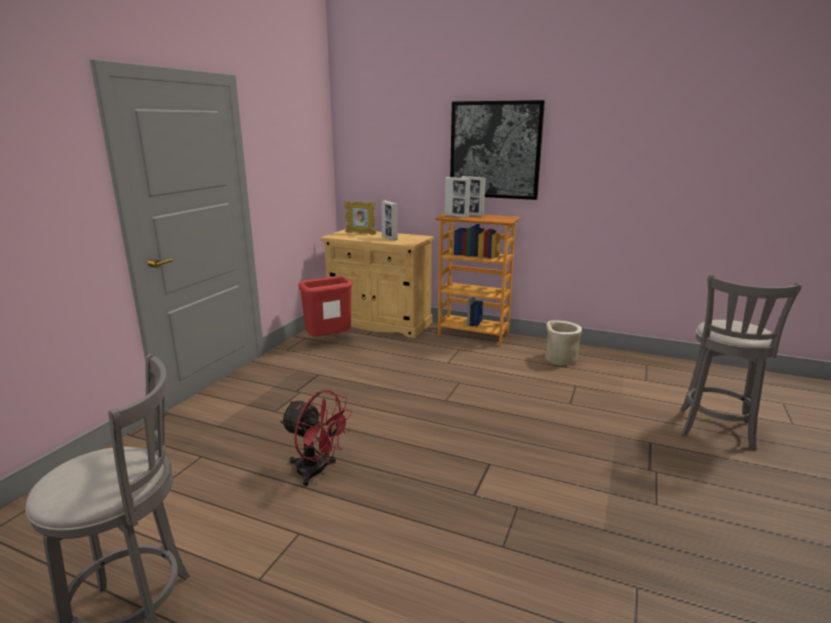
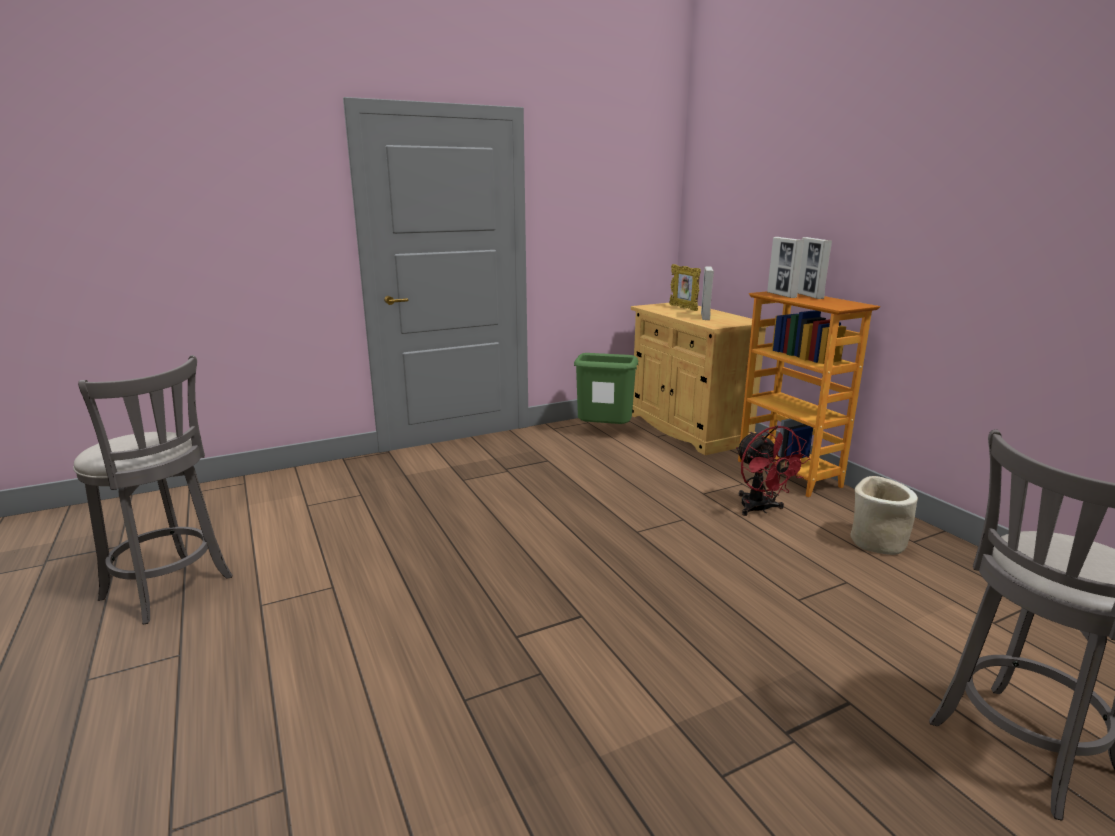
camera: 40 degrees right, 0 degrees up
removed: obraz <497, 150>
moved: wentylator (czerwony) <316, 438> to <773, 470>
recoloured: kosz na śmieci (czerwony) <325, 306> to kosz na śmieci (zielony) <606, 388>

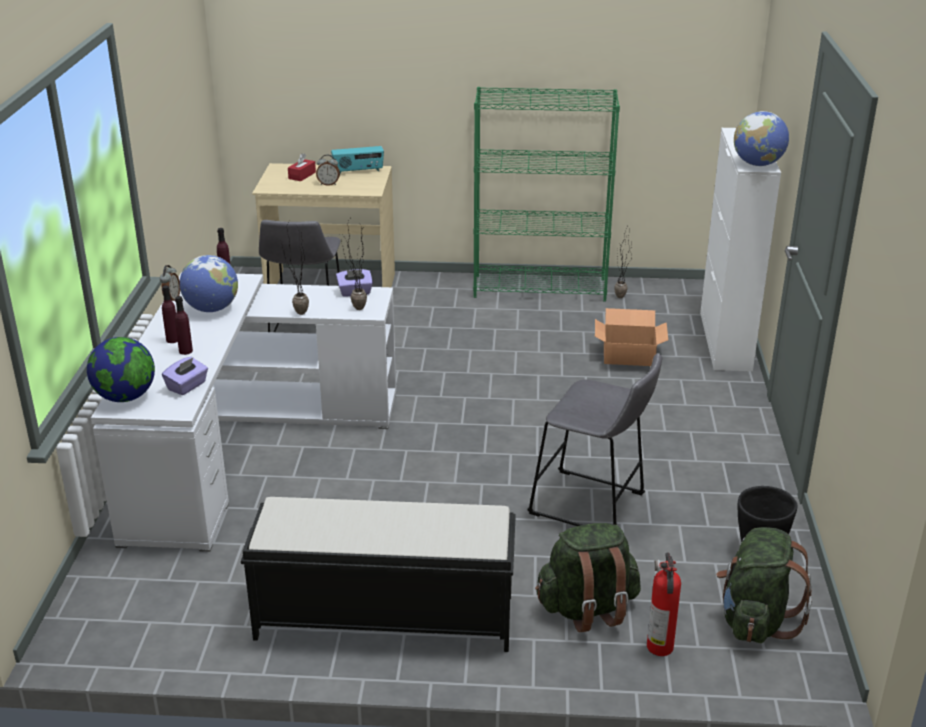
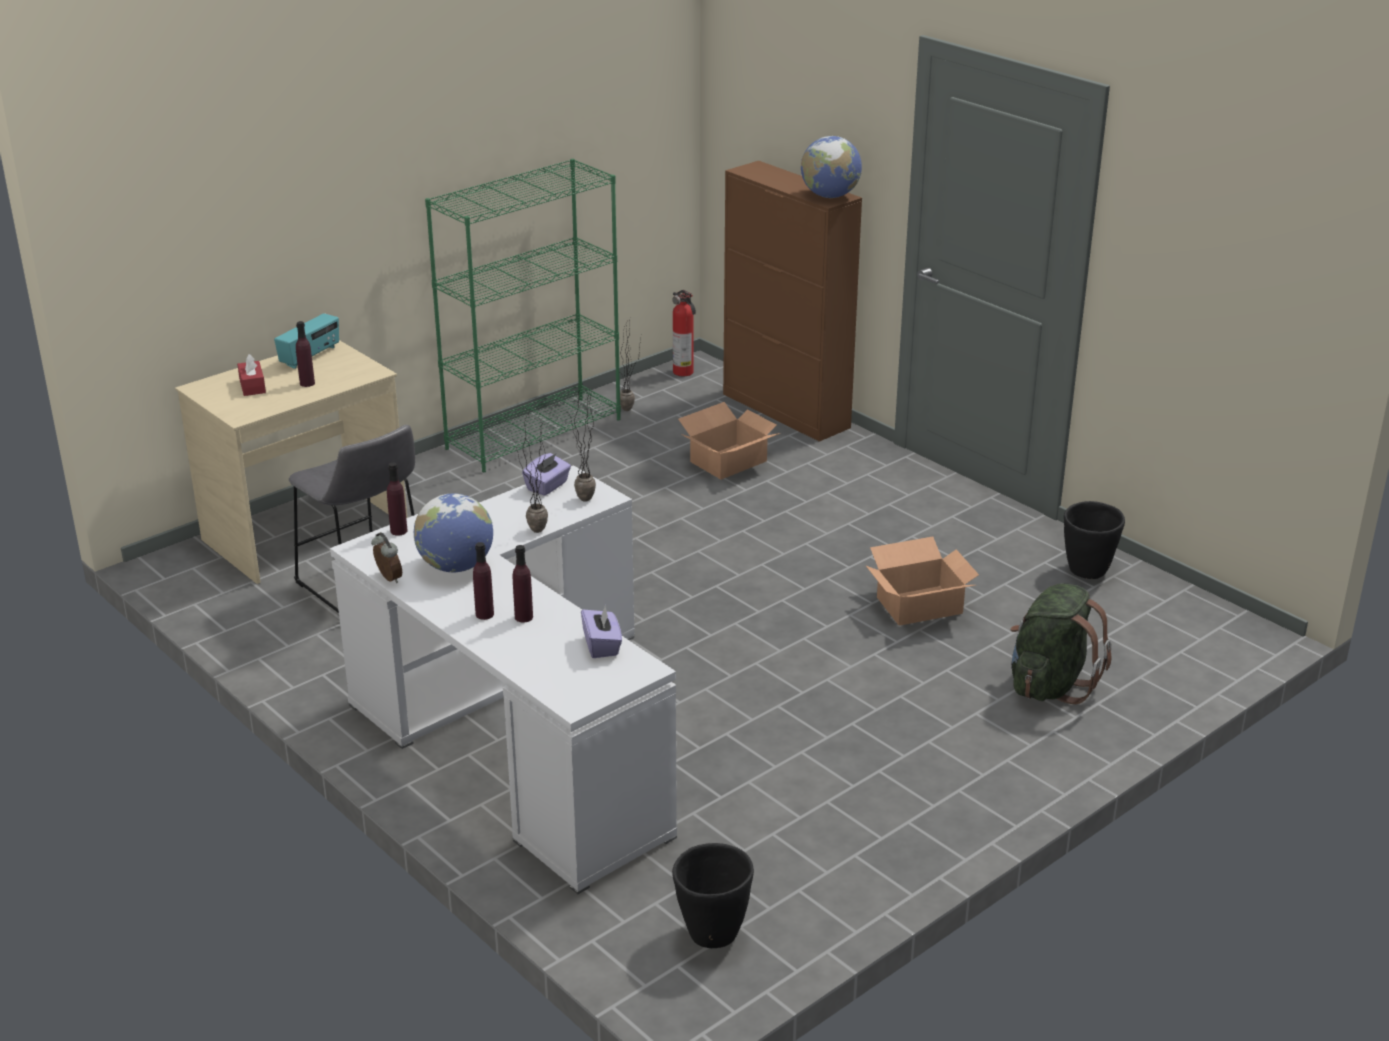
camera: 45 degrees left, 0 degrees up
removed: globus <121, 369>; ławka (czarny) <378, 574>; plecak (zielony) <764, 585>
added: donica (czarny) <713, 895>
moved: gaśnica <664, 604> to <684, 333>
replaced: budzik <328, 170> to butelka (fioletowy) <305, 354>; stołek (szary) <594, 439> to karton <922, 581>
recoloured: szafka (biały) <740, 249> to szafka (brązowy) <792, 301>

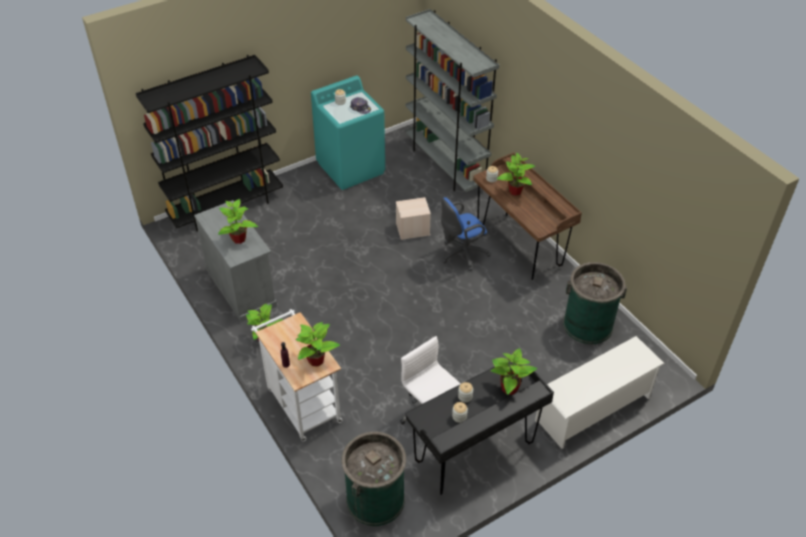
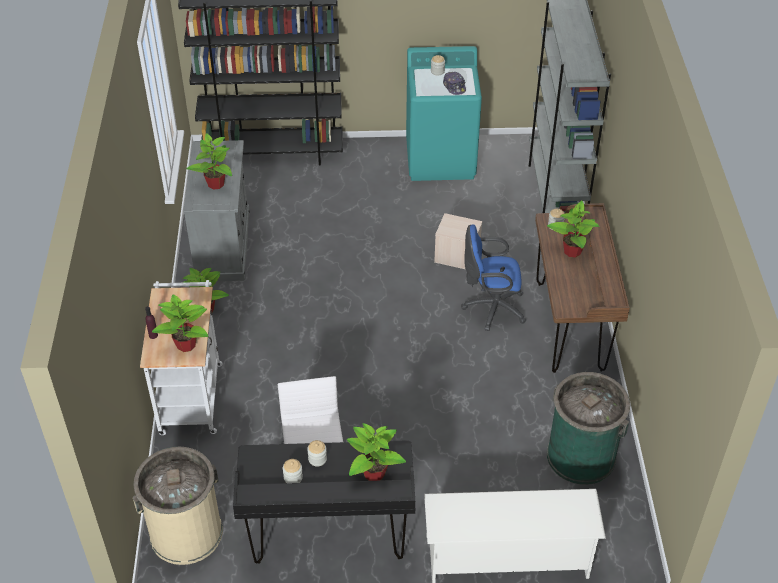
camera: 30 degrees right, 0 degrees up
recoloured: kosz na śmieci (zielony) <373, 479> to kosz na śmieci (beżowy) <178, 505>

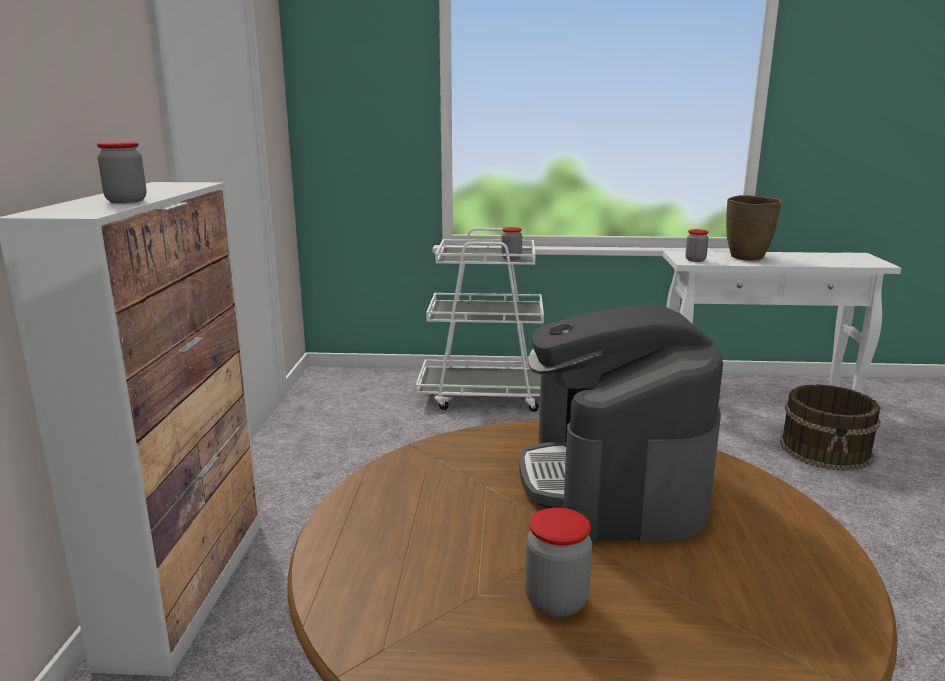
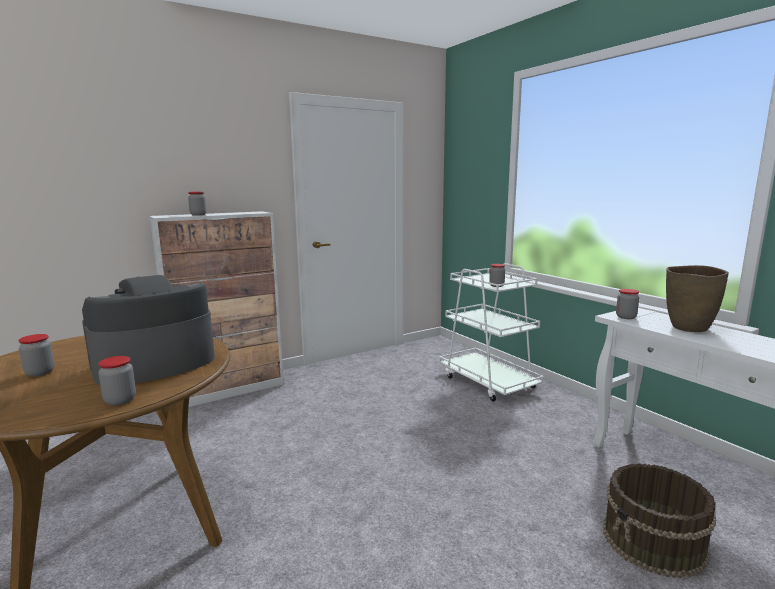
camera: 55 degrees right, 5 degrees down
added: słoik <117, 380>

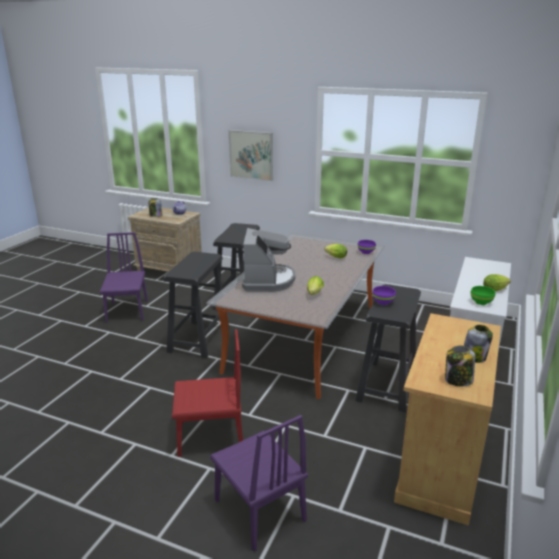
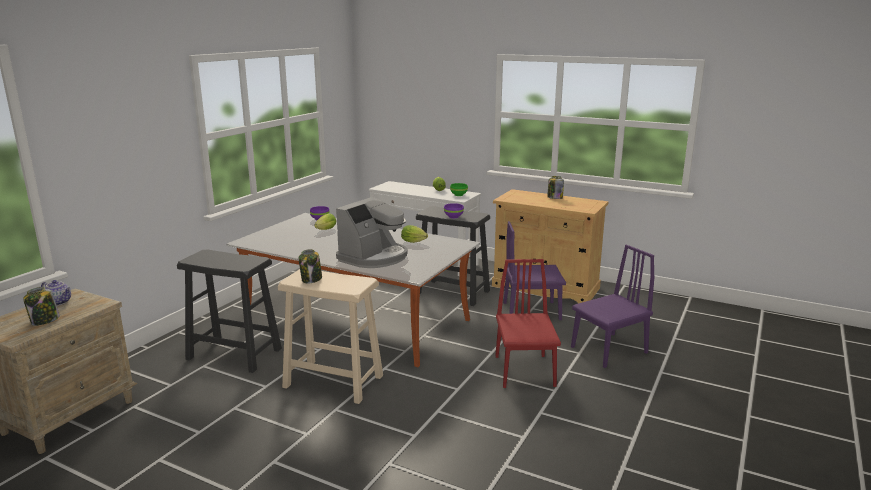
camera: 85 degrees left, 5 degrees down
removed: obraz <251, 155>
moved: krzesło (fioletowy) <124, 277> to <534, 270>; słoik <460, 366> to <310, 266>
recoloured: stołek (czarny) <196, 305> to stołek (beżowy) <330, 336>
turned: ekspres do kawy <268, 260> = <372, 232> 120 degrees clockwise

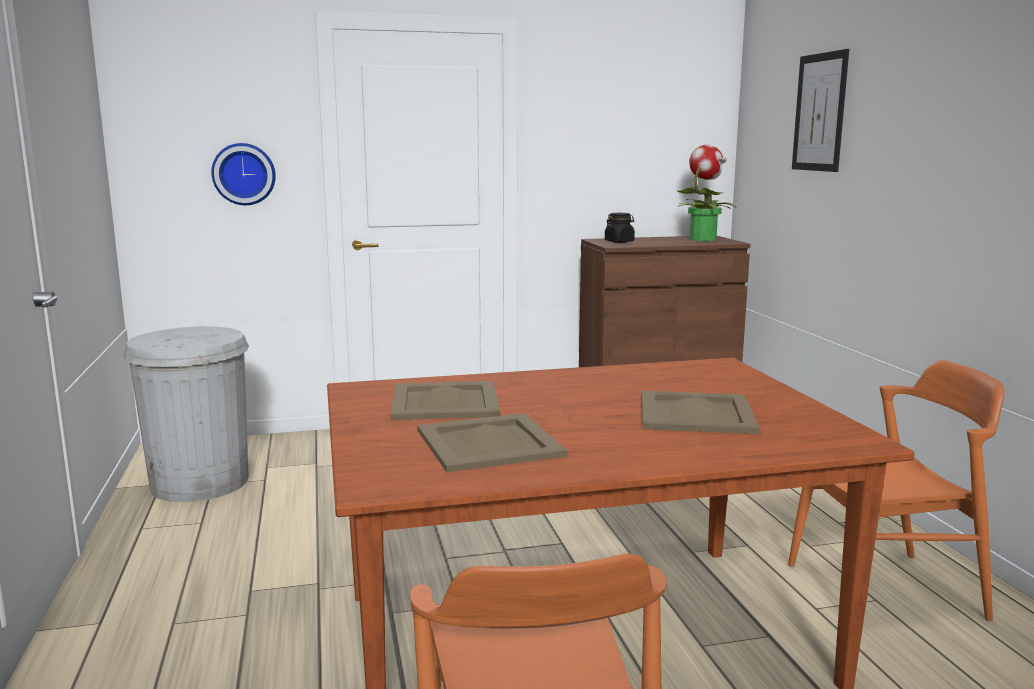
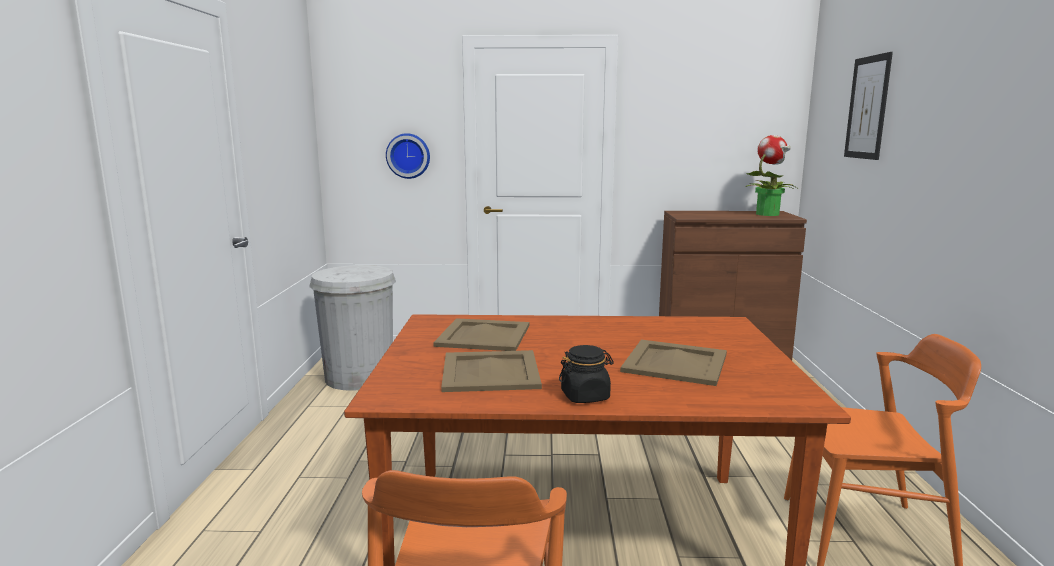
camera: 15 degrees right, 0 degrees up
moved: słoik (czarny) <620, 228> to <586, 374>

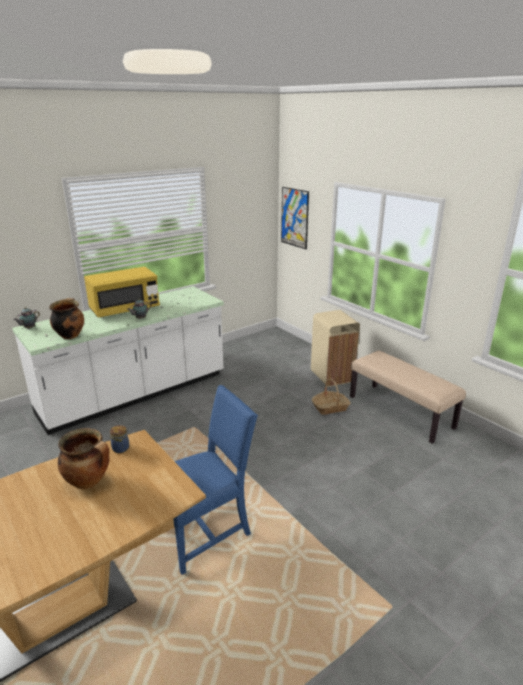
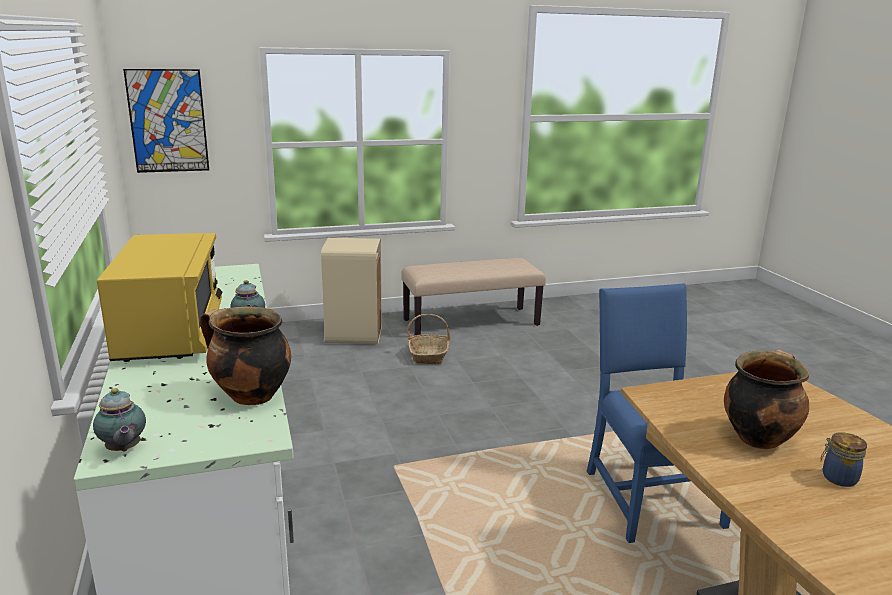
camera: 70 degrees left, 5 degrees down
moved: słoik <119, 439> to <844, 459>

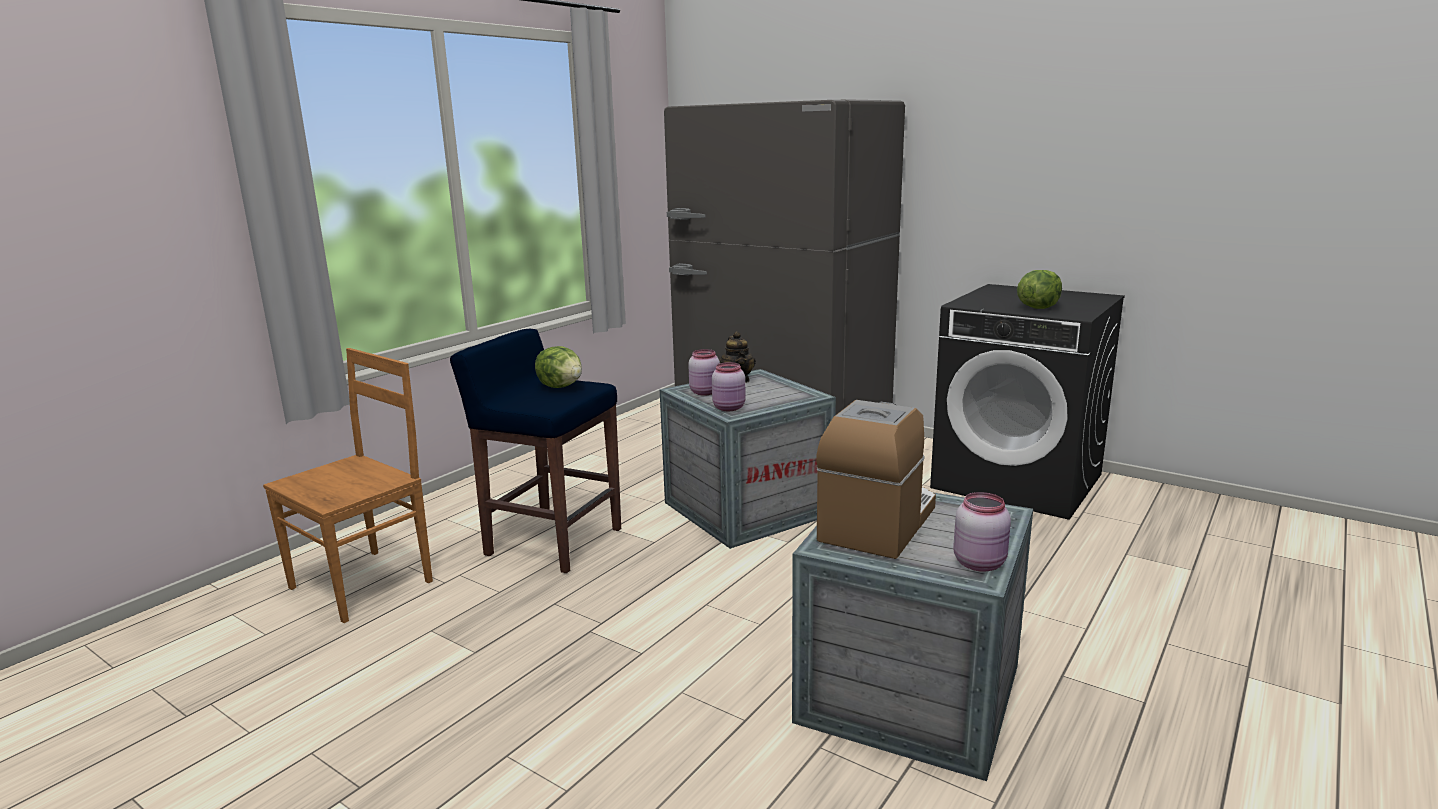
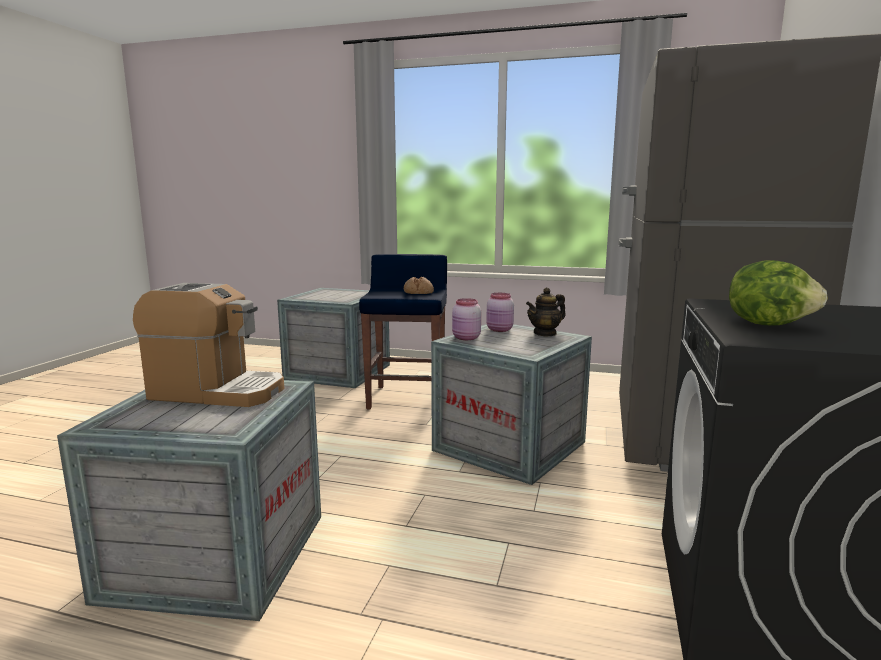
camera: 70 degrees right, 5 degrees down
removed: słoik (różowy) <982, 532>
replaced: krzesło (brązowy) <348, 485> to skrzynka <333, 338>; sałata <558, 367> to chleb <418, 285>

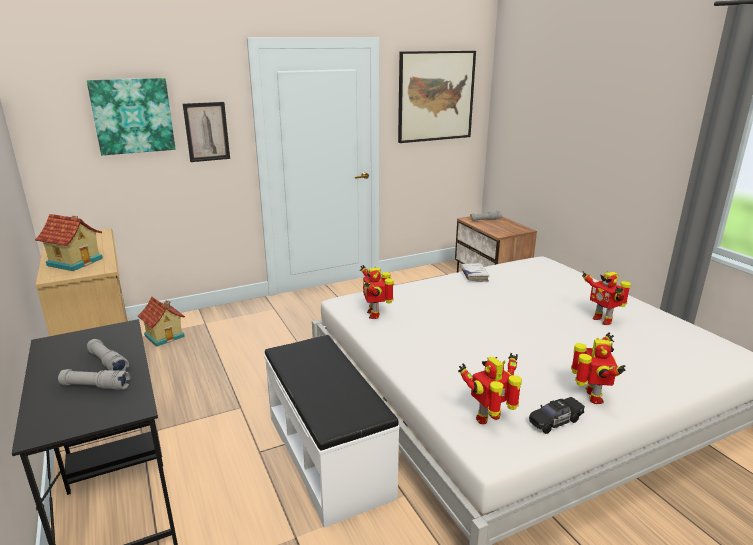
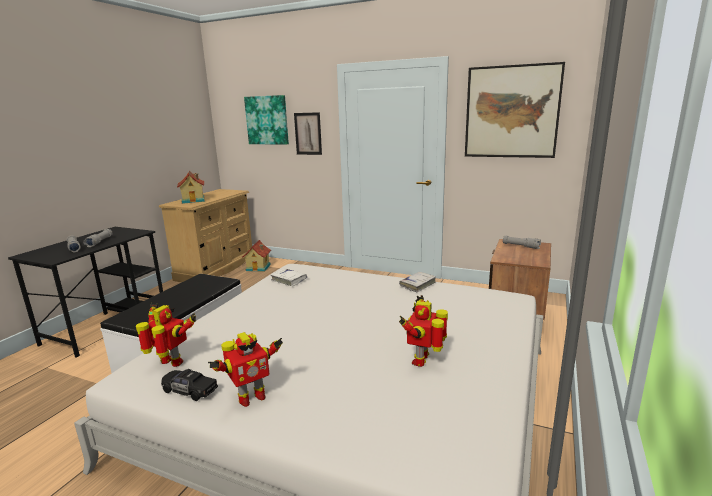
camera: 50 degrees right, 5 degrees down
replaced: robot zabawkowy <377, 292> to książka (biały) <288, 277>

